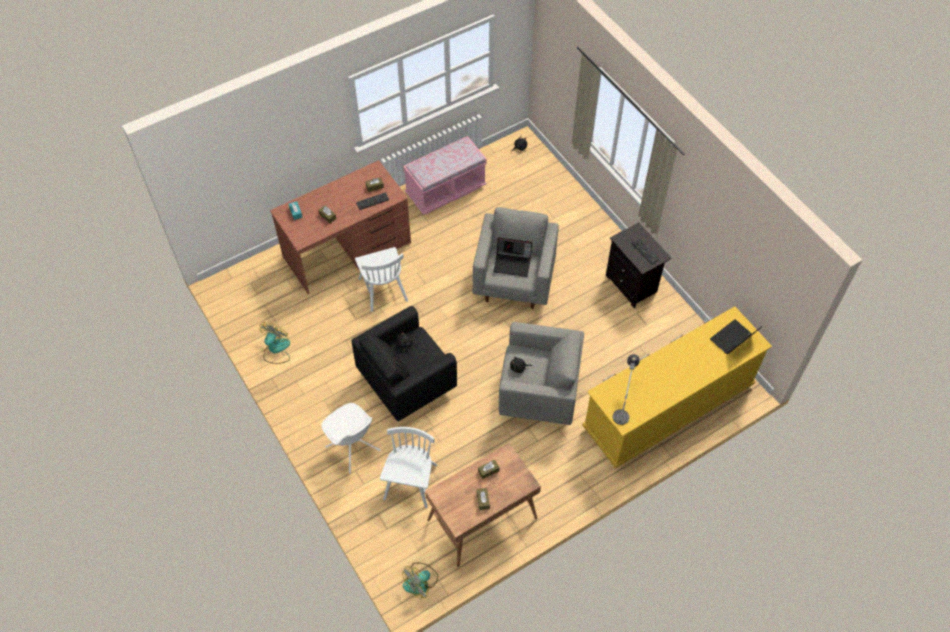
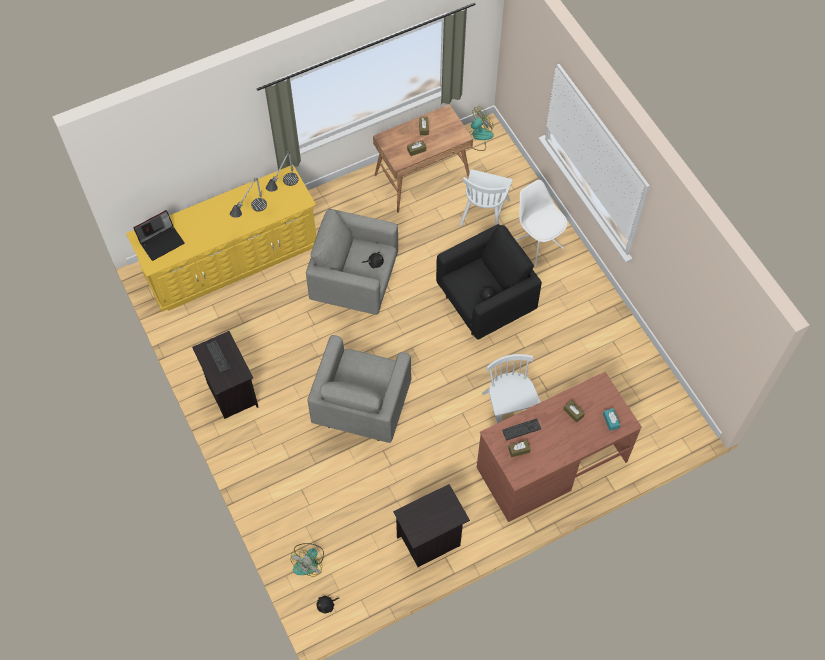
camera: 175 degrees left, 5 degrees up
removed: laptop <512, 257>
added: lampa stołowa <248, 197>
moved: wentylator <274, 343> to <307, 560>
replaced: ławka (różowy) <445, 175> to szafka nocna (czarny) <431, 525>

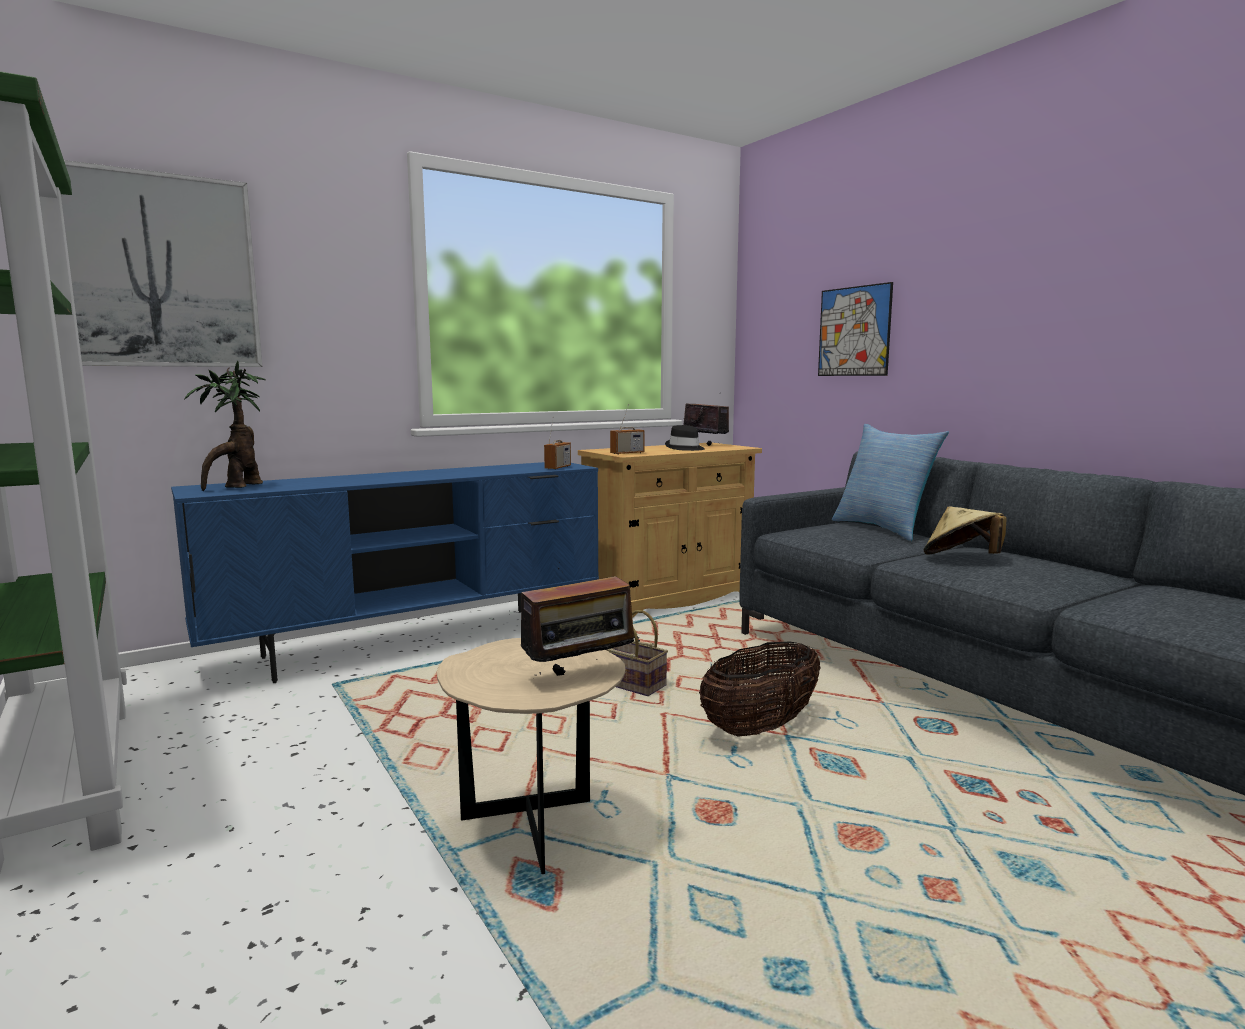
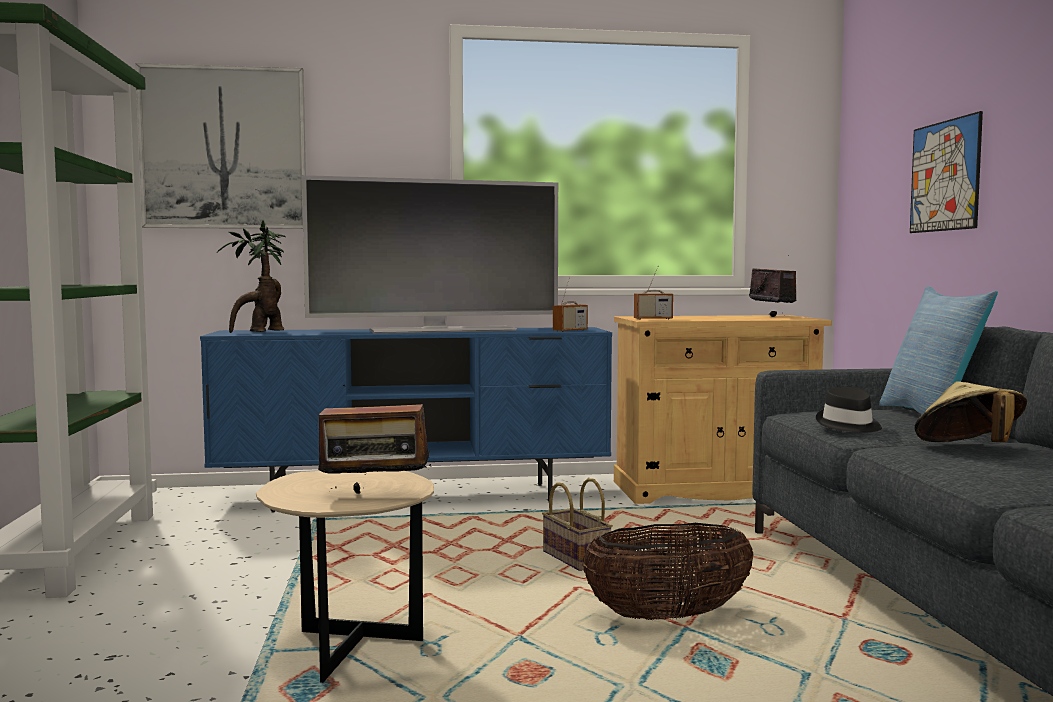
camera: 25 degrees right, 5 degrees down
added: telewizor <430, 254>
moved: kapelusz (czarny) <684, 438> to <849, 409>

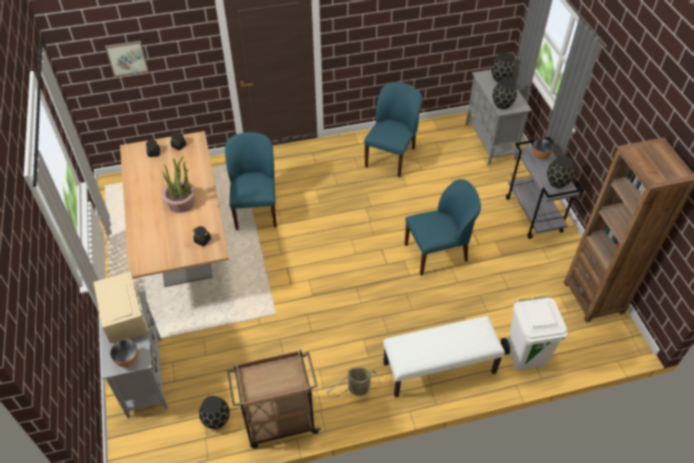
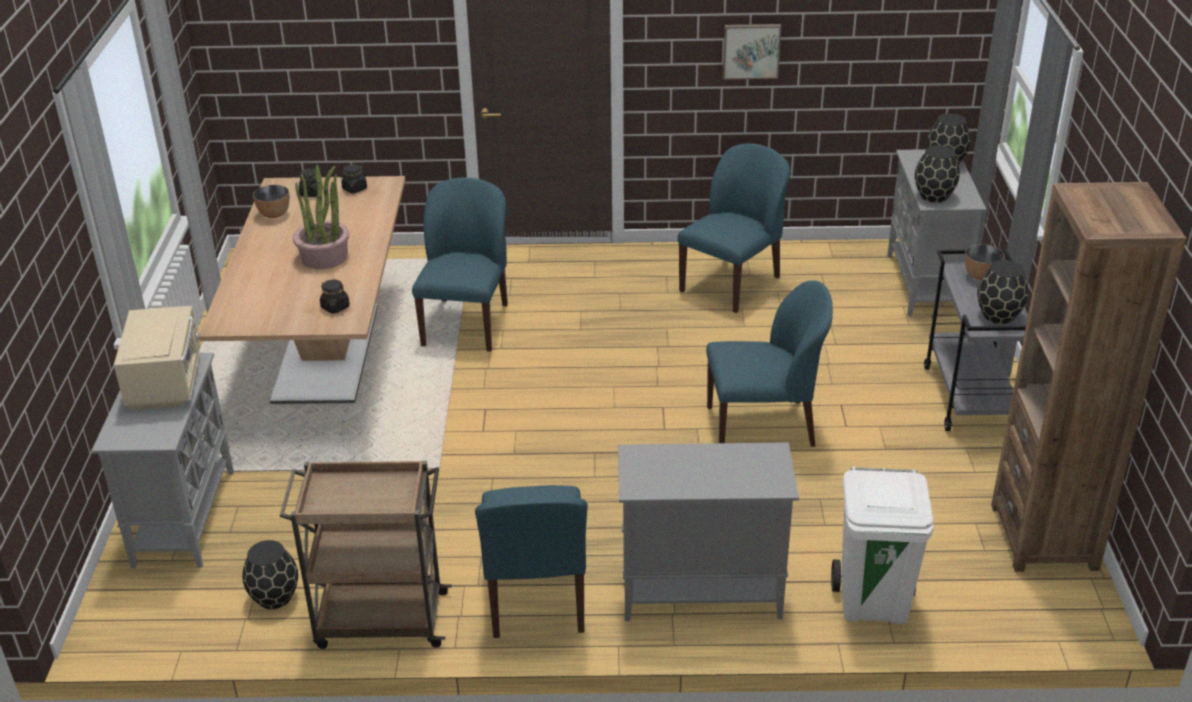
camera: 15 degrees right, 15 degrees down
moved: obraz <126, 58> to <752, 52>; miska <124, 353> to <271, 201>
replaced: koszyk <354, 382> to krzesło (niebieski) <531, 561>; ławka (biały) <444, 357> to szafka (szary) <708, 531>

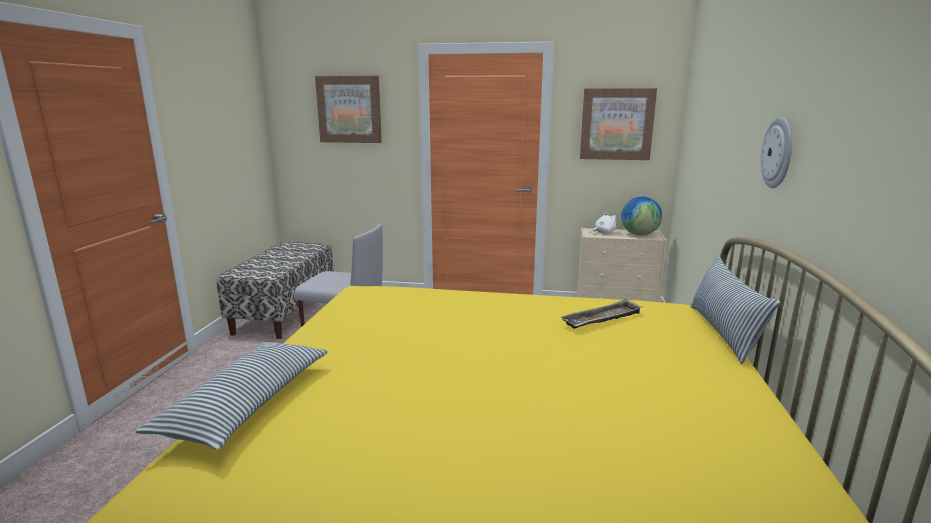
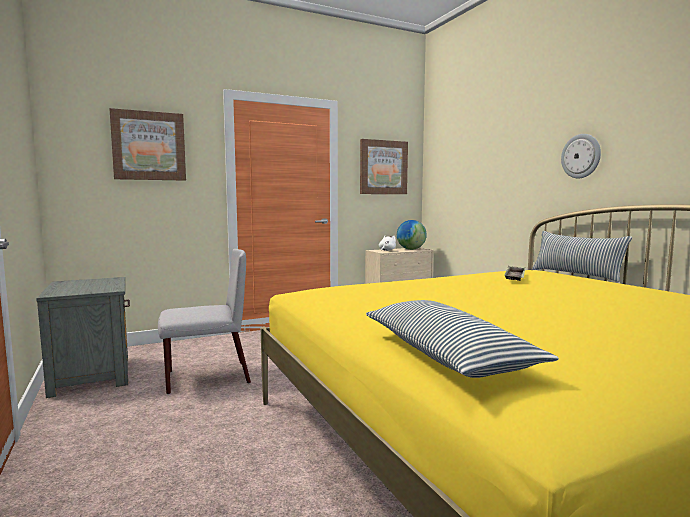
camera: 35 degrees left, 10 degrees down
replaced: ławka <275, 290> to szafka nocna (szary) <83, 337>

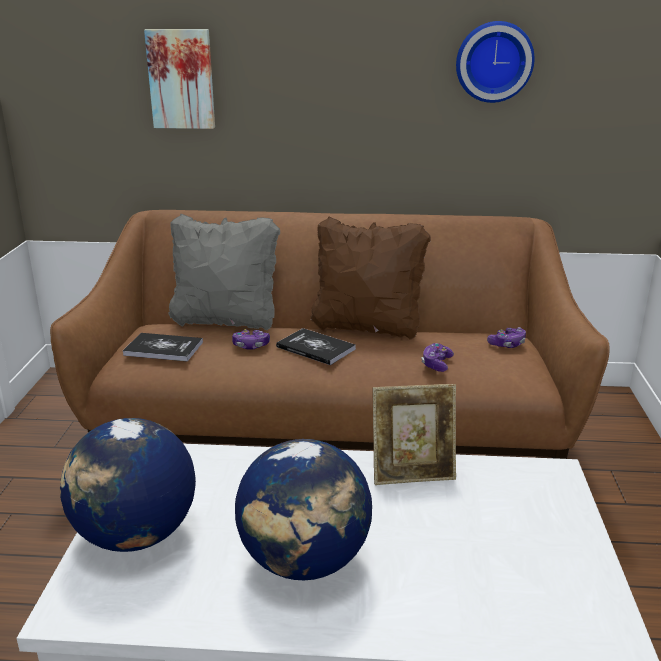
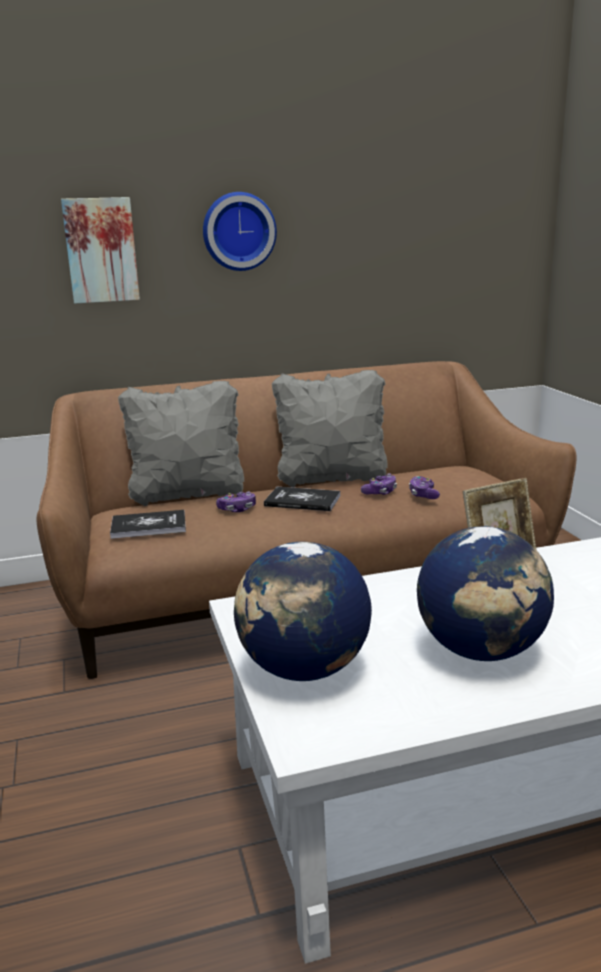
camera: 20 degrees left, 5 degrees down
moved: zegar ścienny <495, 62> to <240, 231>; pad do gier <506, 337> to <379, 484>
recoloured: poduszka (brązowy) <370, 278> to poduszka (szary) <330, 429>

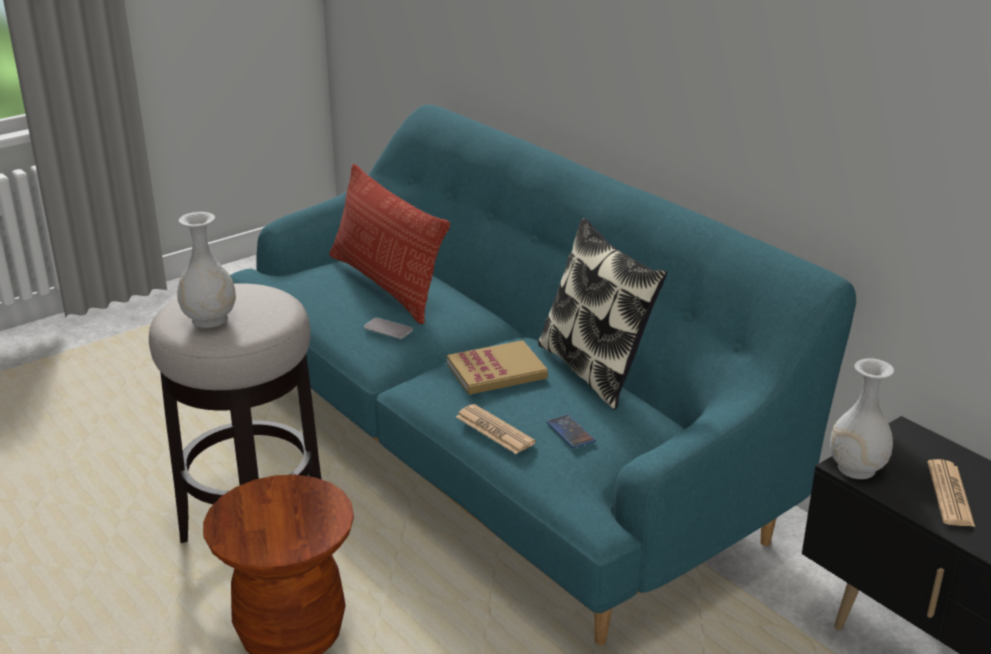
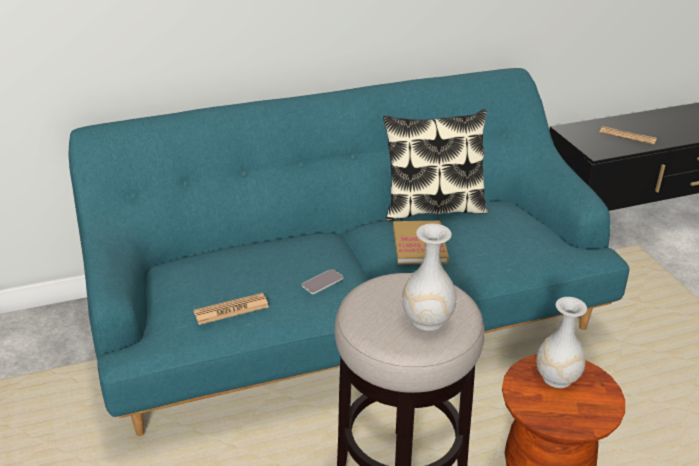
camera: 70 degrees left, 5 degrees up
removed: poduszka <389, 244>; telefon <571, 431>
moved: gazeta <496, 429> to <231, 309>; wazon (biały) <862, 418> to <561, 342>

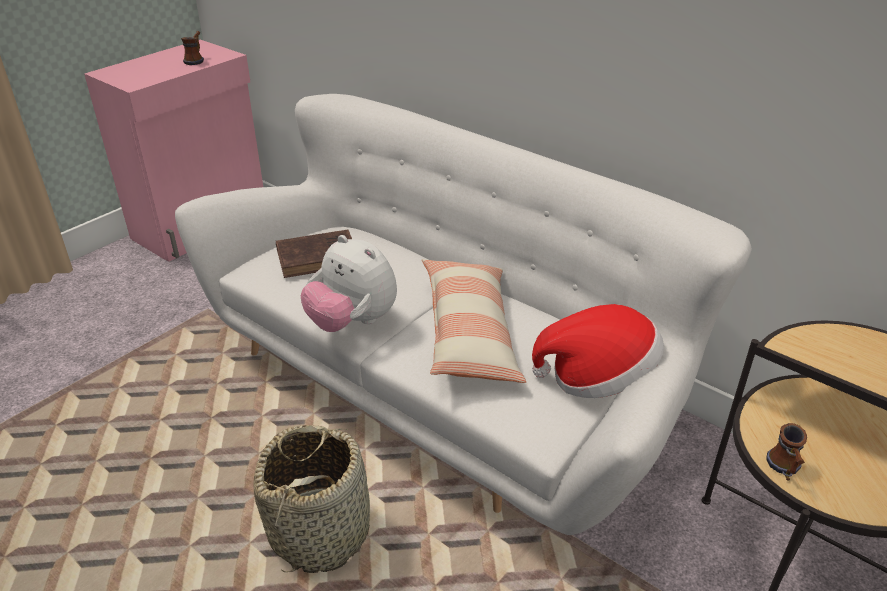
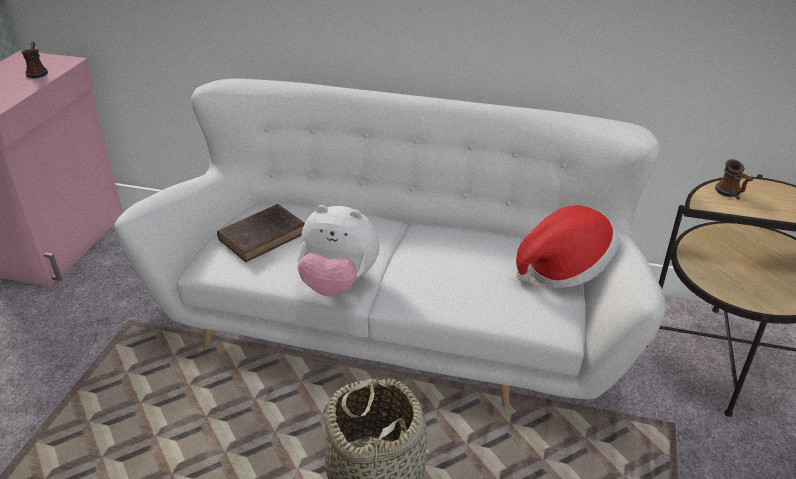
camera: 25 degrees left, 0 degrees up
removed: poduszka <474, 321>
moved: kubek <786, 452> to <734, 179>

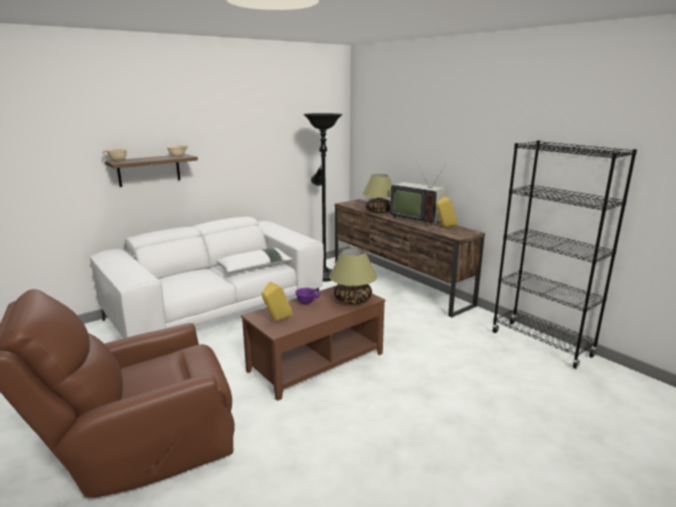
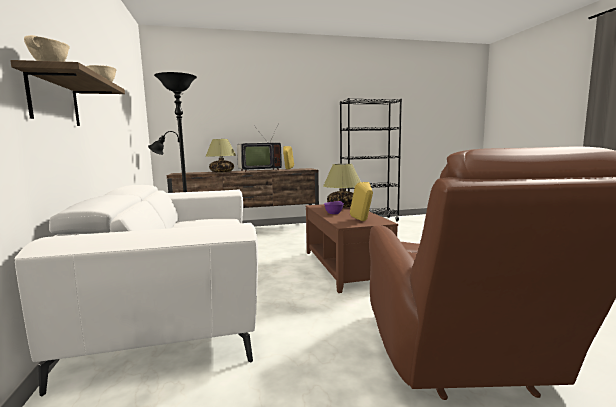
camera: 65 degrees left, 10 degrees down
removed: poduszka (biały) <254, 260>

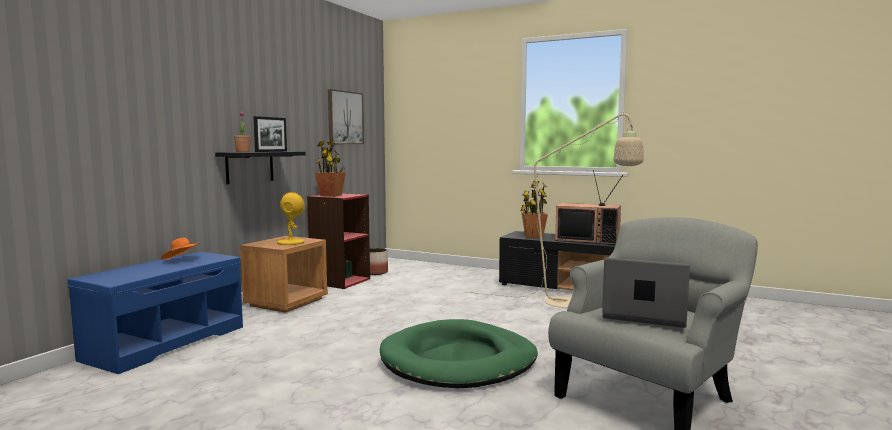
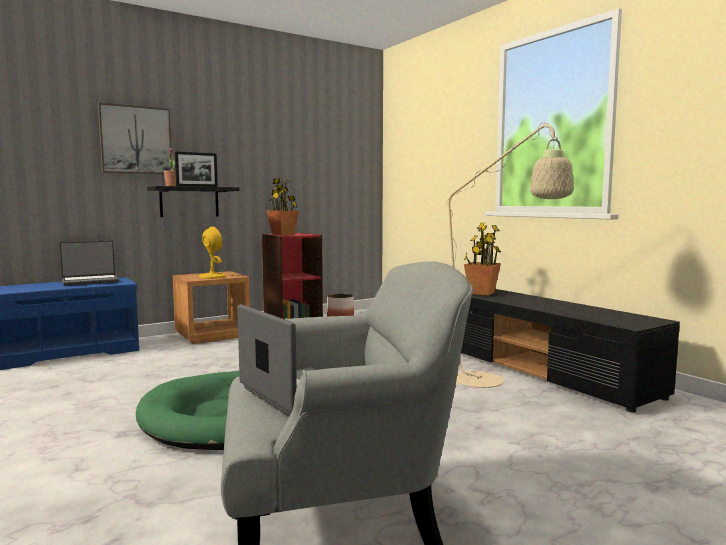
camera: 30 degrees right, 0 degrees up
removed: telewizor <589, 207>
moved: obraz <346, 116> to <135, 138>
replaced: kapelusz (pomarańczowy) <180, 249> to laptop <89, 263>

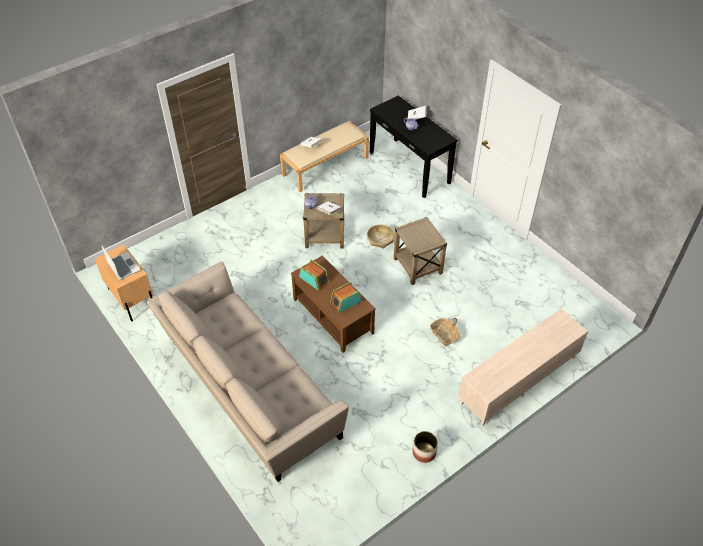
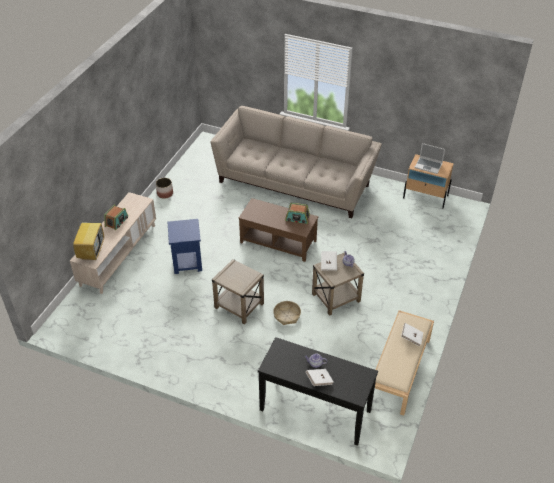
camera: 150 degrees right, 5 degrees down
added: telewizor <88, 237>
moved: radio <346, 297> to <116, 218>
replaced: koszyk <445, 332> to stolik (niebieski) <185, 246>

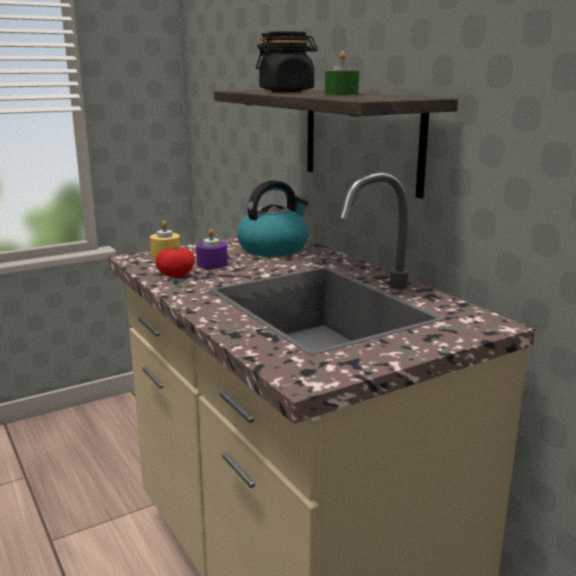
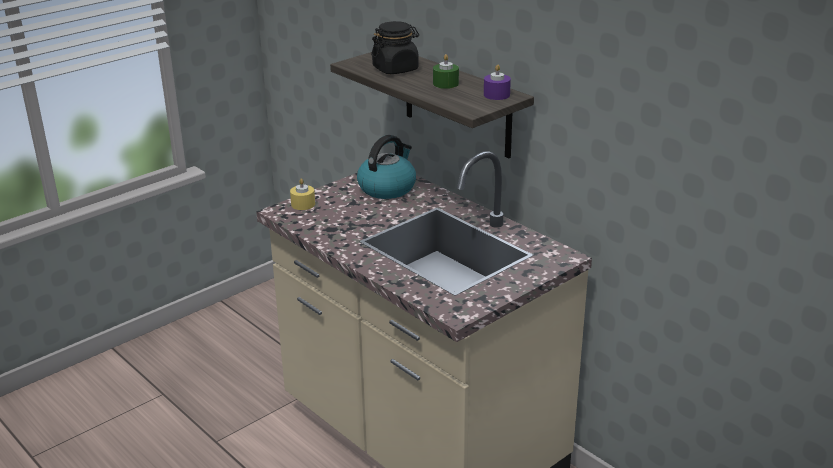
camera: 10 degrees left, 10 degrees up
removed: pomidor <175, 262>
moved: świeca (fioletowy) <212, 248> to <497, 82>

